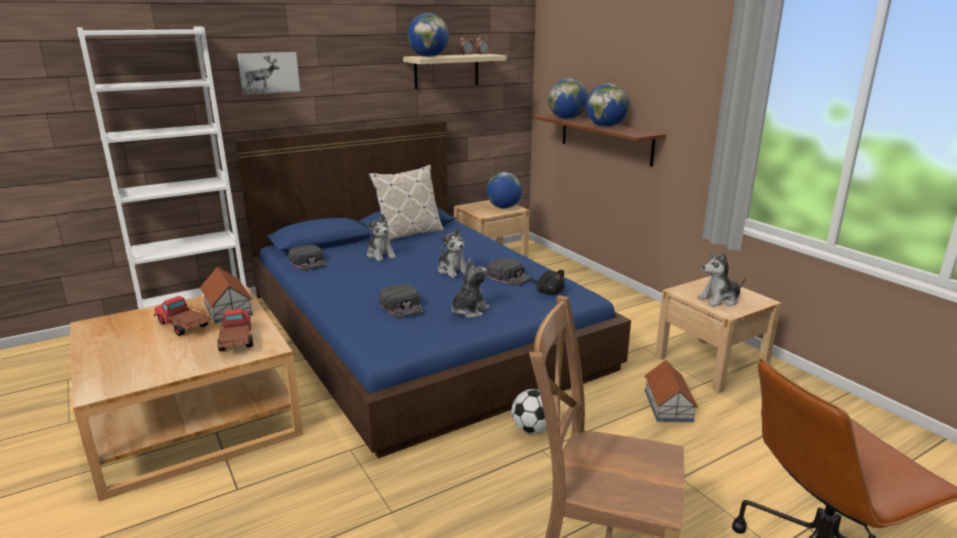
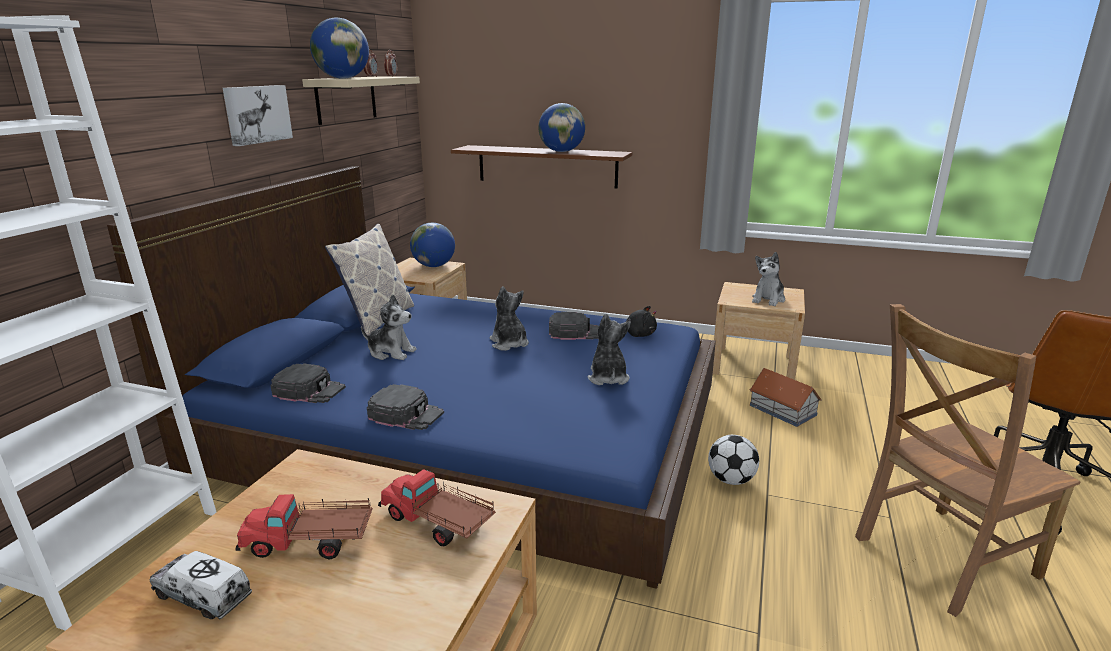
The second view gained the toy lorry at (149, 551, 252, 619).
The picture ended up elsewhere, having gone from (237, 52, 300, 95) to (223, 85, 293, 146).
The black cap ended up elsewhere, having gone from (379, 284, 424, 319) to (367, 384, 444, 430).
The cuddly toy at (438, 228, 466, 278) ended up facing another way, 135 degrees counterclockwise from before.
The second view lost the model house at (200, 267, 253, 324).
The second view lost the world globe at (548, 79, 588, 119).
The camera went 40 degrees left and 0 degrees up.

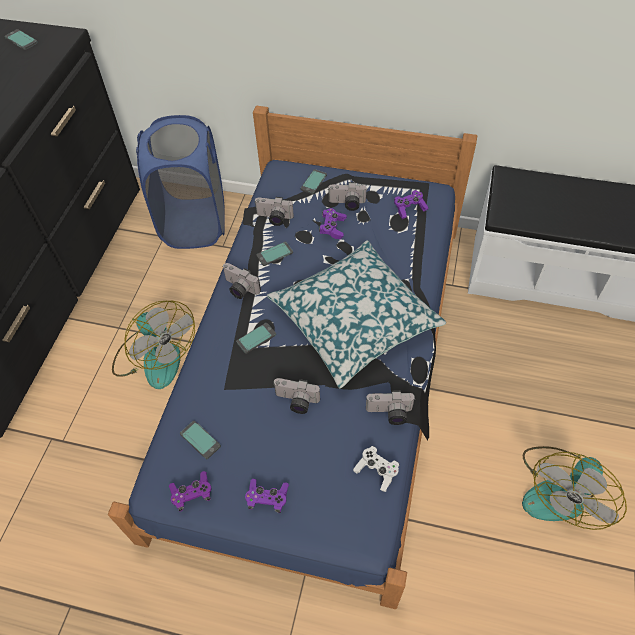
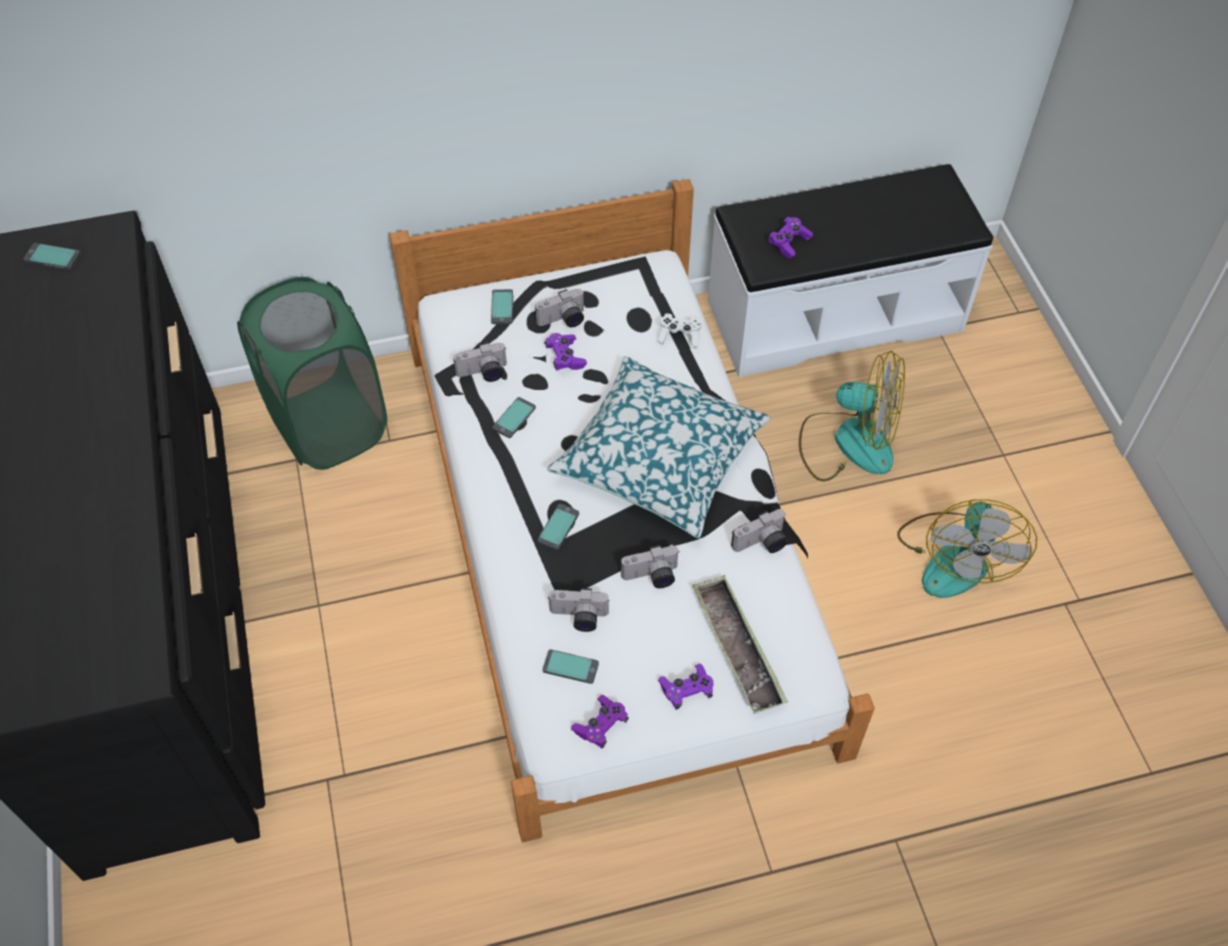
What was the bluish laundry basket at (136, 115, 225, 249) turned into the green laundry basket at (237, 277, 387, 470).
What was the bluish bedroom bed at (108, 105, 477, 609) turned into the whitish bedroom bed at (389, 179, 875, 842).
The still camera ended up elsewhere, having gone from (222, 263, 261, 299) to (548, 588, 610, 632).
The whitish game controller ended up elsewhere, having gone from (353, 446, 400, 492) to (658, 314, 702, 348).
The second view gained the serving tray at (692, 575, 788, 714).
The purplish game controller ended up elsewhere, having gone from (394, 190, 428, 219) to (768, 217, 813, 259).
The fan ended up elsewhere, having gone from (112, 301, 195, 389) to (799, 351, 905, 481).
The camera went 30 degrees left and 0 degrees up.

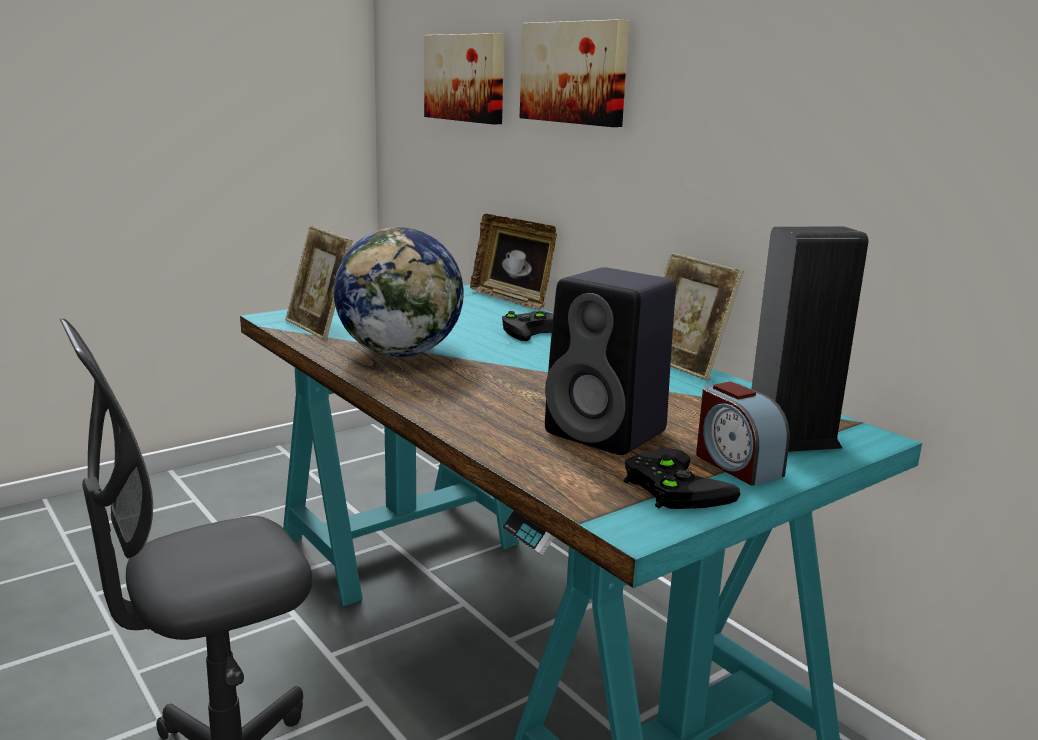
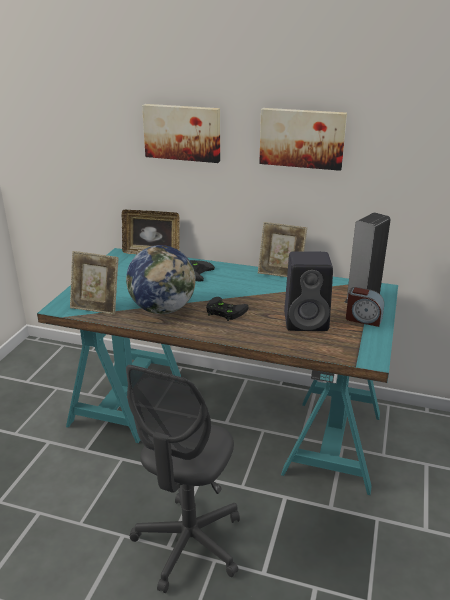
The black game controller ended up elsewhere, having gone from (624, 448, 741, 509) to (206, 297, 249, 321).
The picture ended up elsewhere, having gone from (424, 33, 504, 124) to (259, 108, 347, 171).
The camera went 35 degrees left and 10 degrees up.

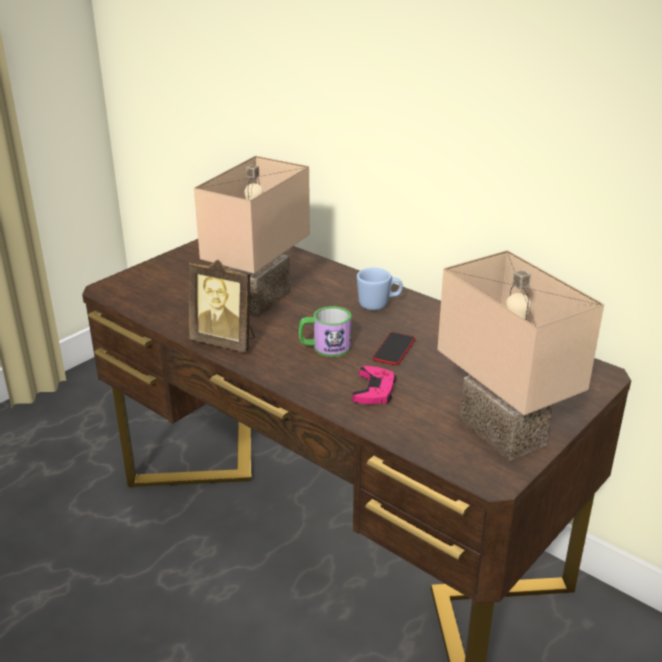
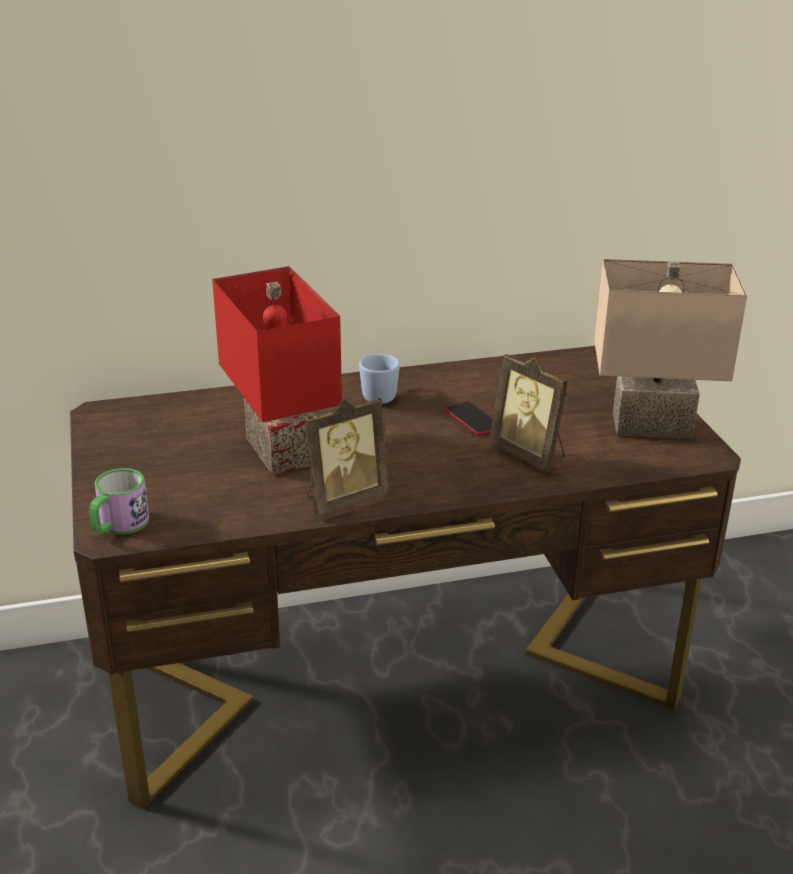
The coffee mug ended up elsewhere, having gone from (298, 306, 351, 357) to (89, 468, 149, 535).
What was the beige tabletop lamp at (194, 156, 310, 317) turned into the red-coloured tabletop lamp at (212, 266, 342, 475).
Where the pink-coloured game controller stood at (352, 366, 396, 404), the standing frame came to stand at (489, 354, 568, 472).
The camera went 55 degrees left and 0 degrees up.

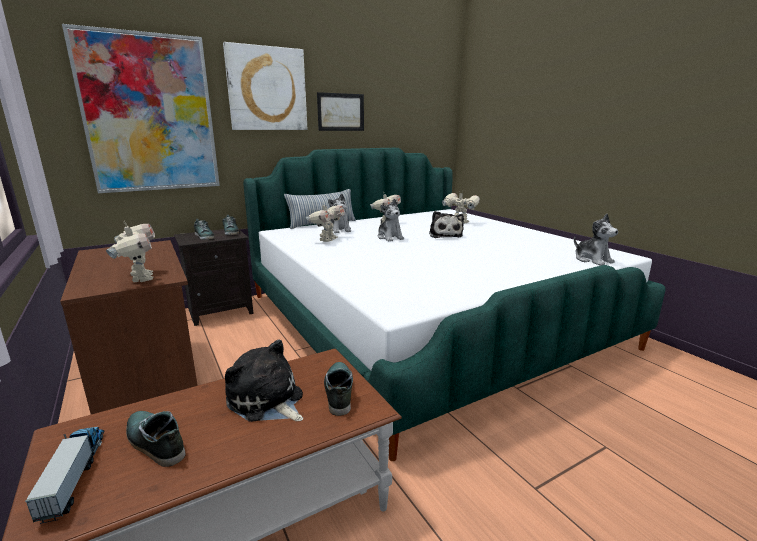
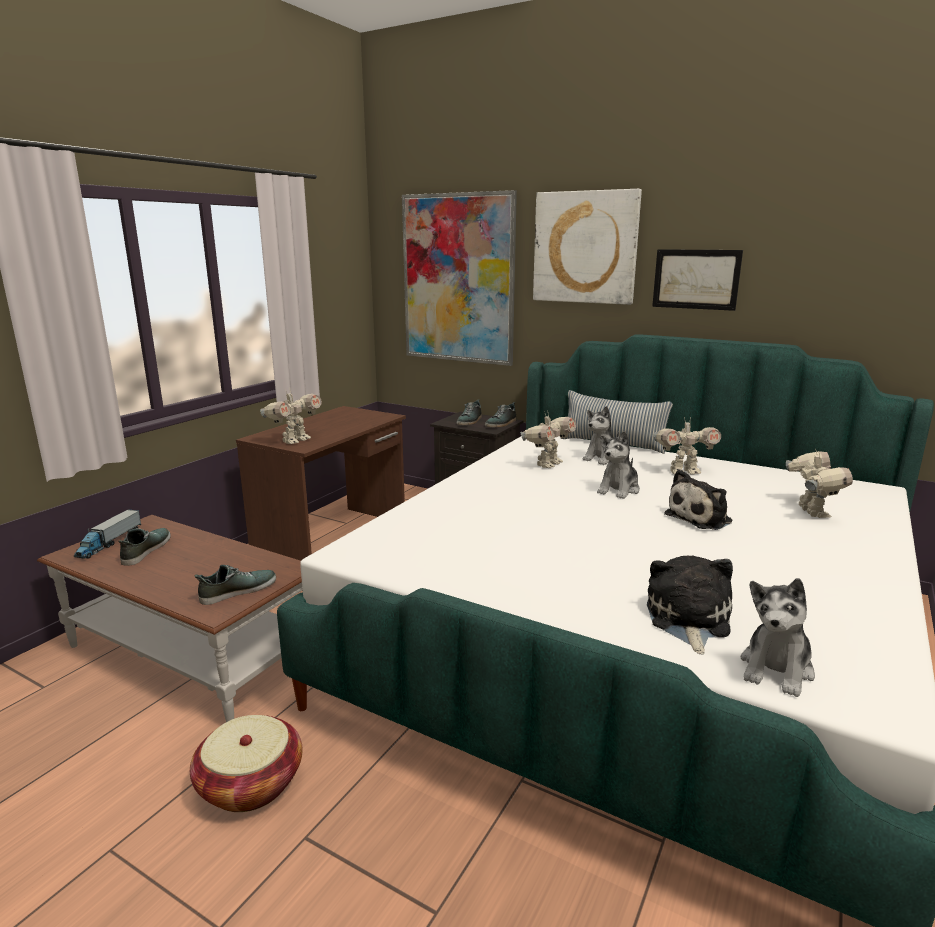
The toy lorry at (25, 427, 105, 524) ended up facing another way, 150 degrees clockwise from before.
The second view gained the basket at (190, 715, 303, 812).
The robot figure at (306, 202, 345, 242) ended up facing another way, 45 degrees counterclockwise from before.
The cuddly toy ended up elsewhere, having gone from (225, 339, 303, 422) to (647, 555, 733, 655).
The camera went 60 degrees right and 0 degrees up.

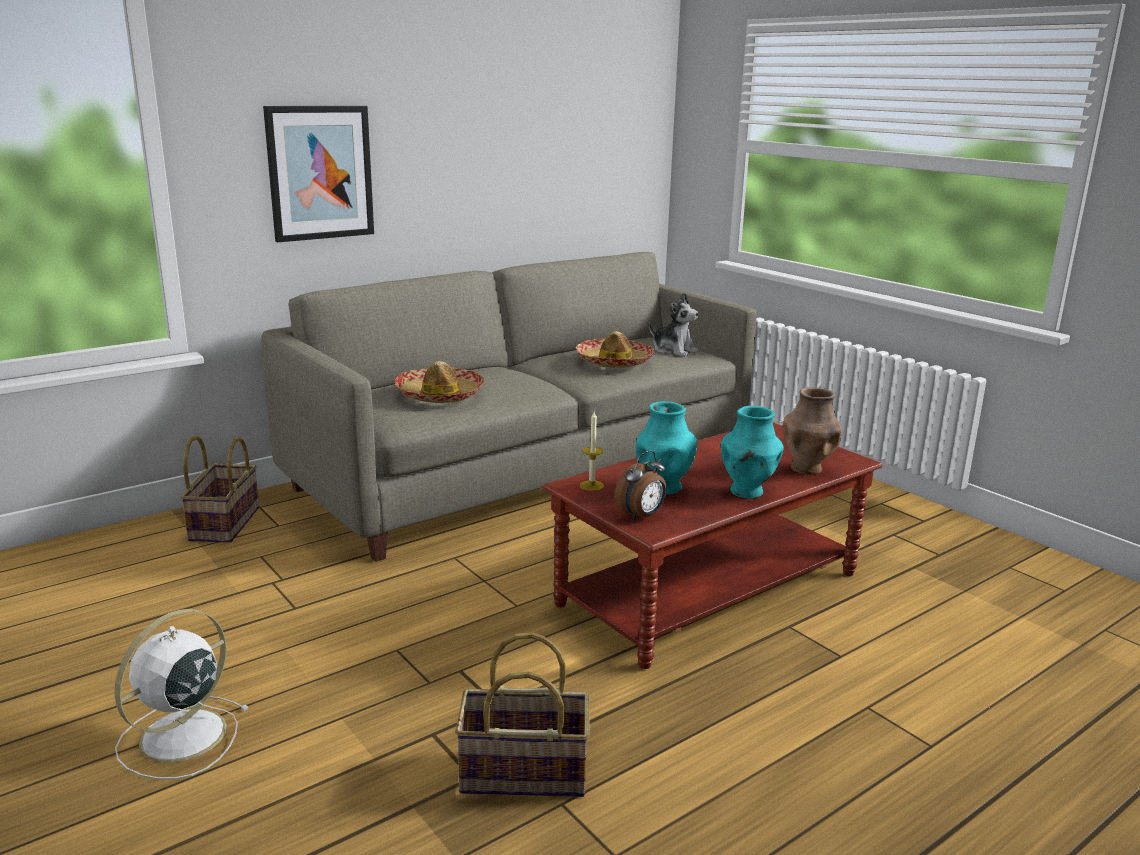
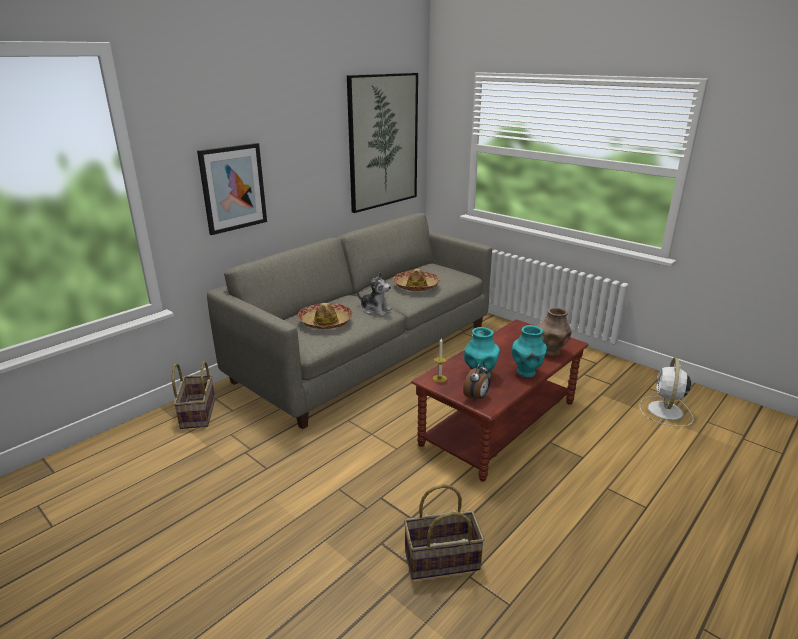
The second view gained the picture at (347, 73, 418, 213).
The cuddly toy ended up elsewhere, having gone from (649, 292, 699, 357) to (357, 272, 392, 316).
The whitish fan ended up elsewhere, having gone from (115, 609, 249, 779) to (640, 358, 694, 426).
The camera went 10 degrees left and 5 degrees up.

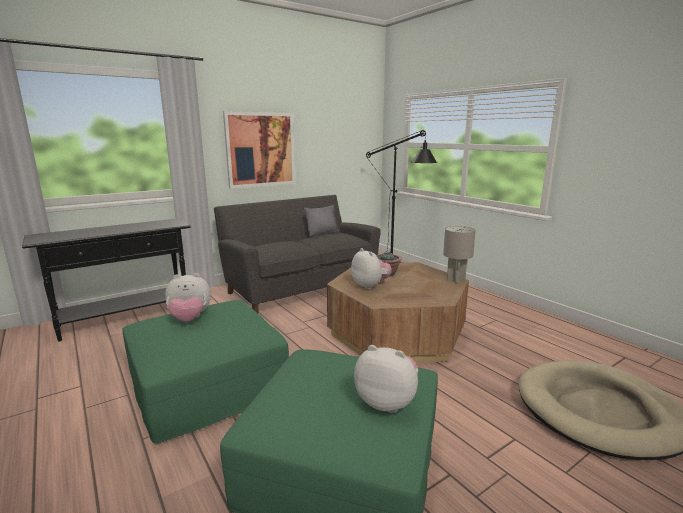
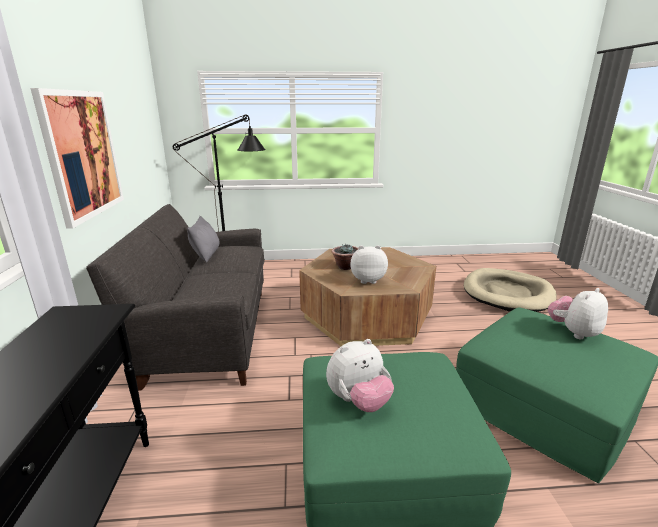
The cuddly toy at (165, 273, 211, 322) ended up facing another way, 45 degrees clockwise from before.
The second view lost the gray tabletop lamp at (443, 226, 476, 284).
The camera went 60 degrees left and 5 degrees up.

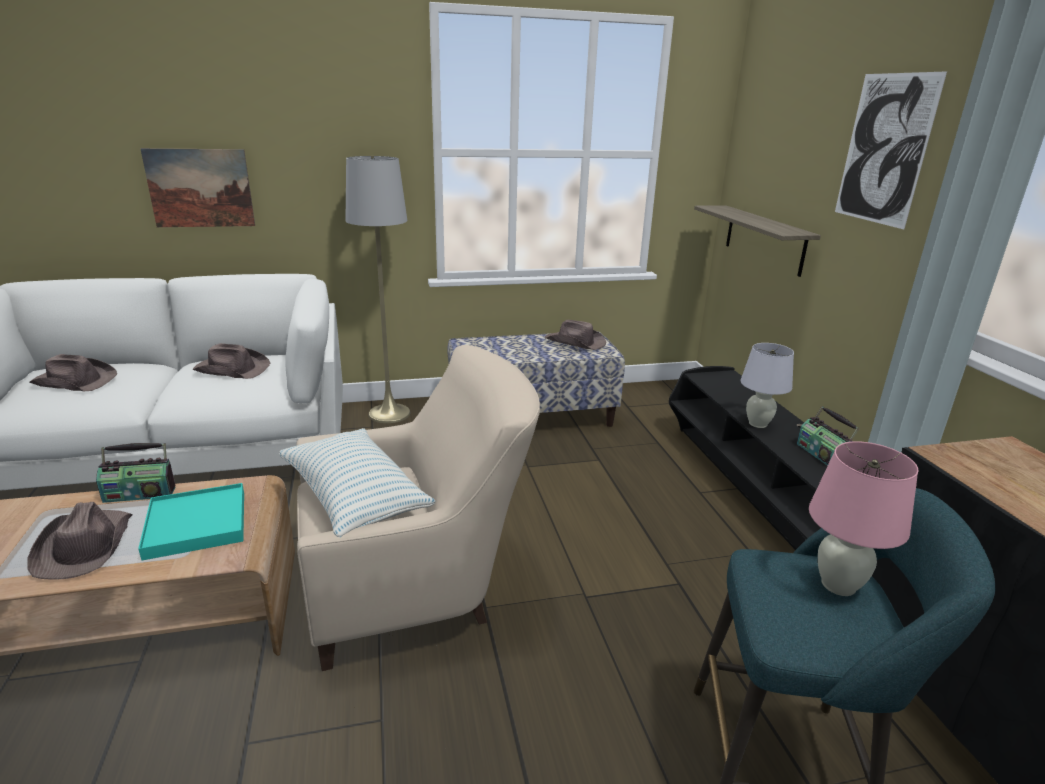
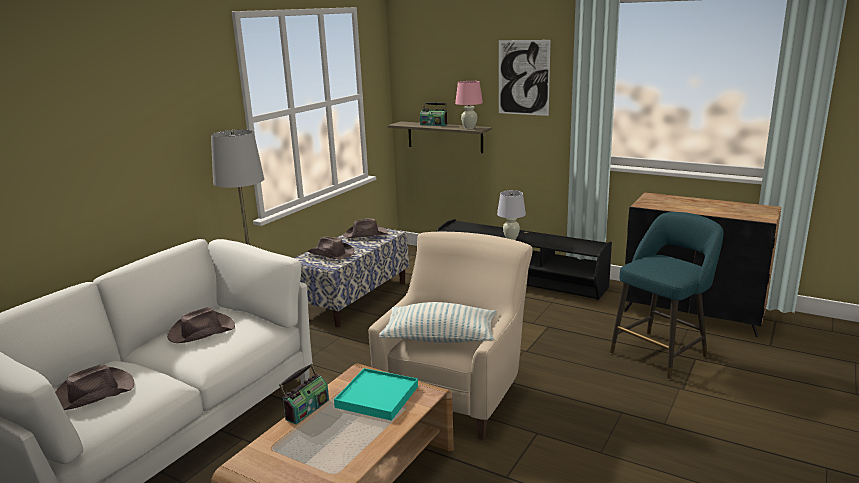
The brown-coloured hat ended up elsewhere, having gone from (27, 502, 133, 580) to (307, 236, 354, 260).
The radio receiver ended up elsewhere, having gone from (797, 406, 859, 466) to (420, 102, 447, 126).
The pink-coloured tabletop lamp ended up elsewhere, having gone from (809, 441, 919, 596) to (455, 81, 483, 129).
The second view lost the picture at (140, 148, 255, 227).
The camera went 45 degrees left and 5 degrees down.

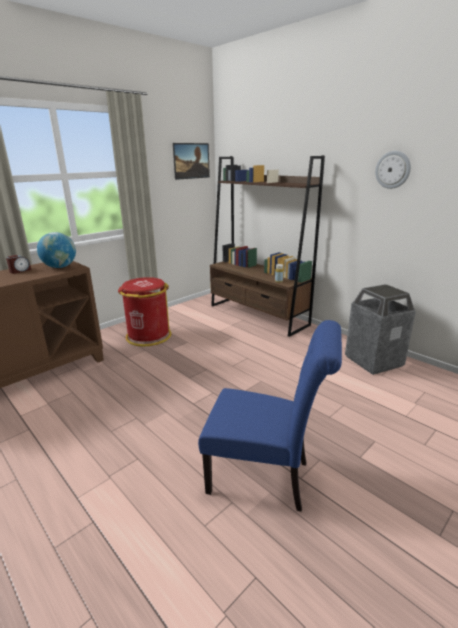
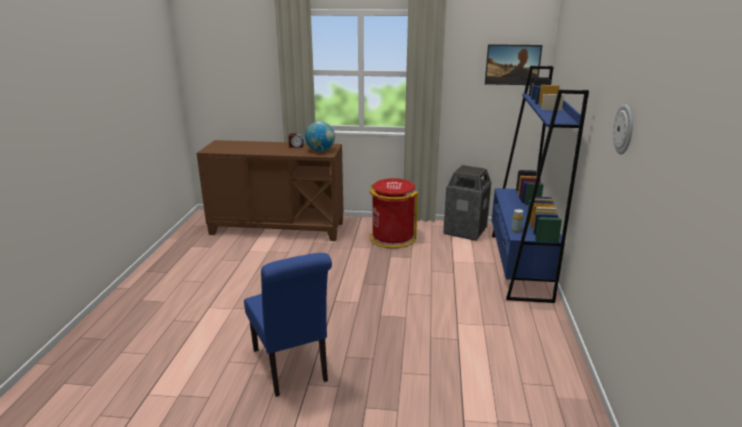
The rubbish bin ended up elsewhere, having gone from (345, 284, 416, 375) to (443, 165, 491, 241).
What was the brown-coloured bookcase at (210, 155, 325, 337) turned into the bluish bookcase at (492, 66, 589, 303).
The camera went 50 degrees right and 0 degrees up.

